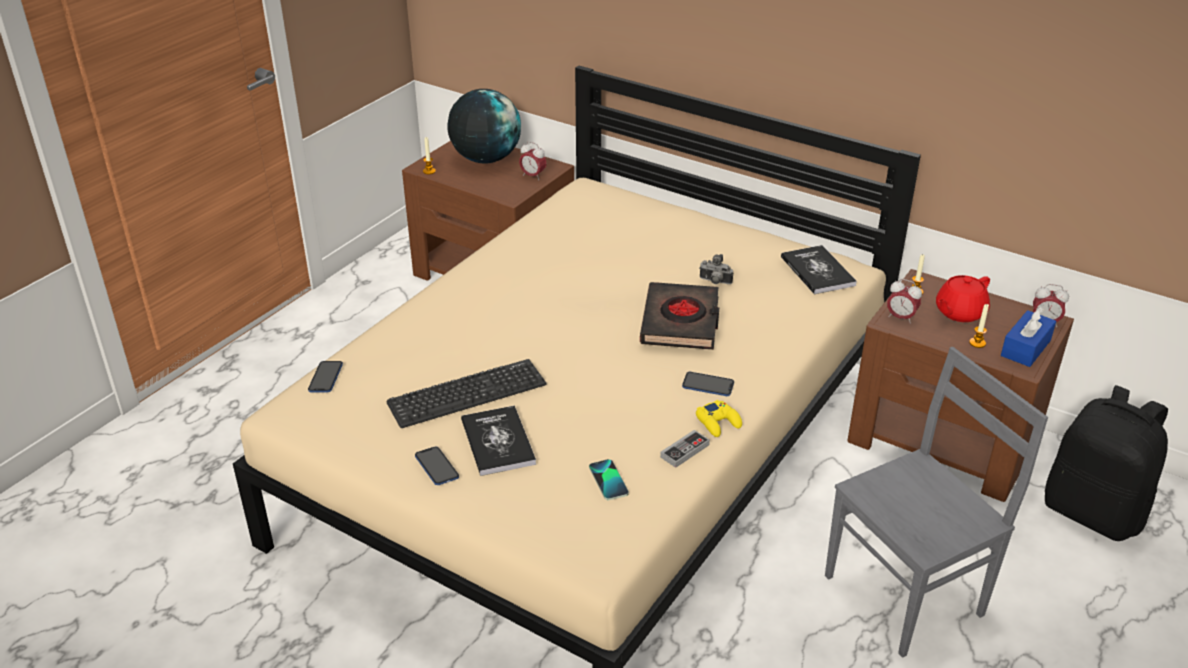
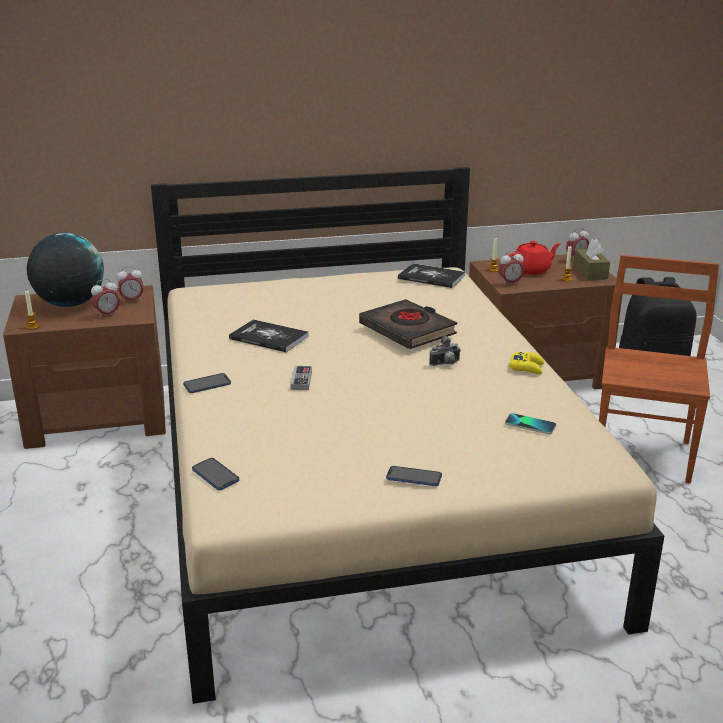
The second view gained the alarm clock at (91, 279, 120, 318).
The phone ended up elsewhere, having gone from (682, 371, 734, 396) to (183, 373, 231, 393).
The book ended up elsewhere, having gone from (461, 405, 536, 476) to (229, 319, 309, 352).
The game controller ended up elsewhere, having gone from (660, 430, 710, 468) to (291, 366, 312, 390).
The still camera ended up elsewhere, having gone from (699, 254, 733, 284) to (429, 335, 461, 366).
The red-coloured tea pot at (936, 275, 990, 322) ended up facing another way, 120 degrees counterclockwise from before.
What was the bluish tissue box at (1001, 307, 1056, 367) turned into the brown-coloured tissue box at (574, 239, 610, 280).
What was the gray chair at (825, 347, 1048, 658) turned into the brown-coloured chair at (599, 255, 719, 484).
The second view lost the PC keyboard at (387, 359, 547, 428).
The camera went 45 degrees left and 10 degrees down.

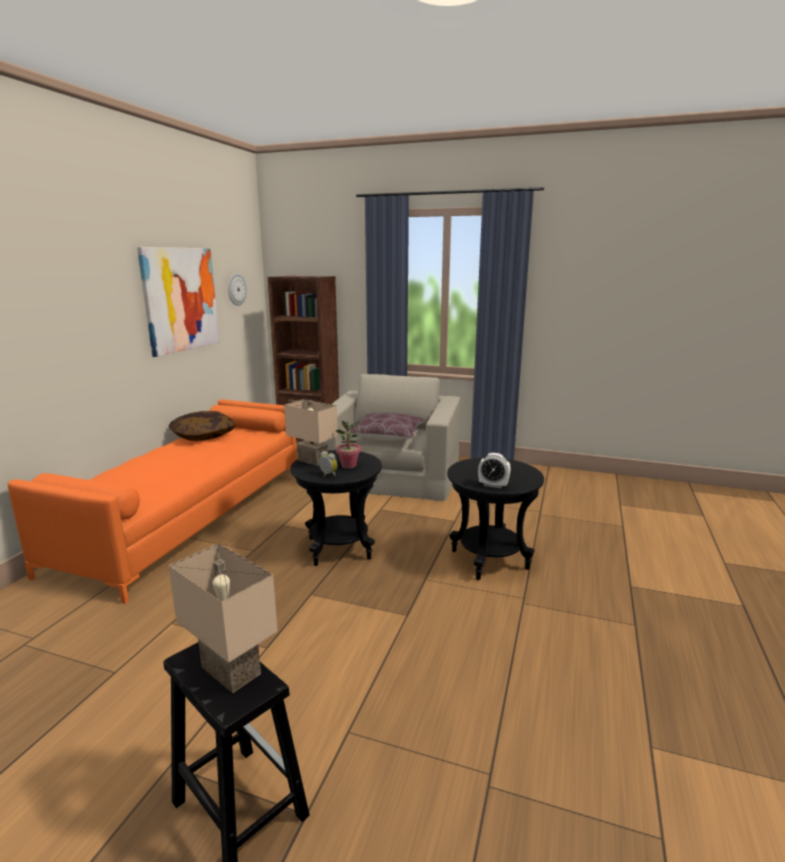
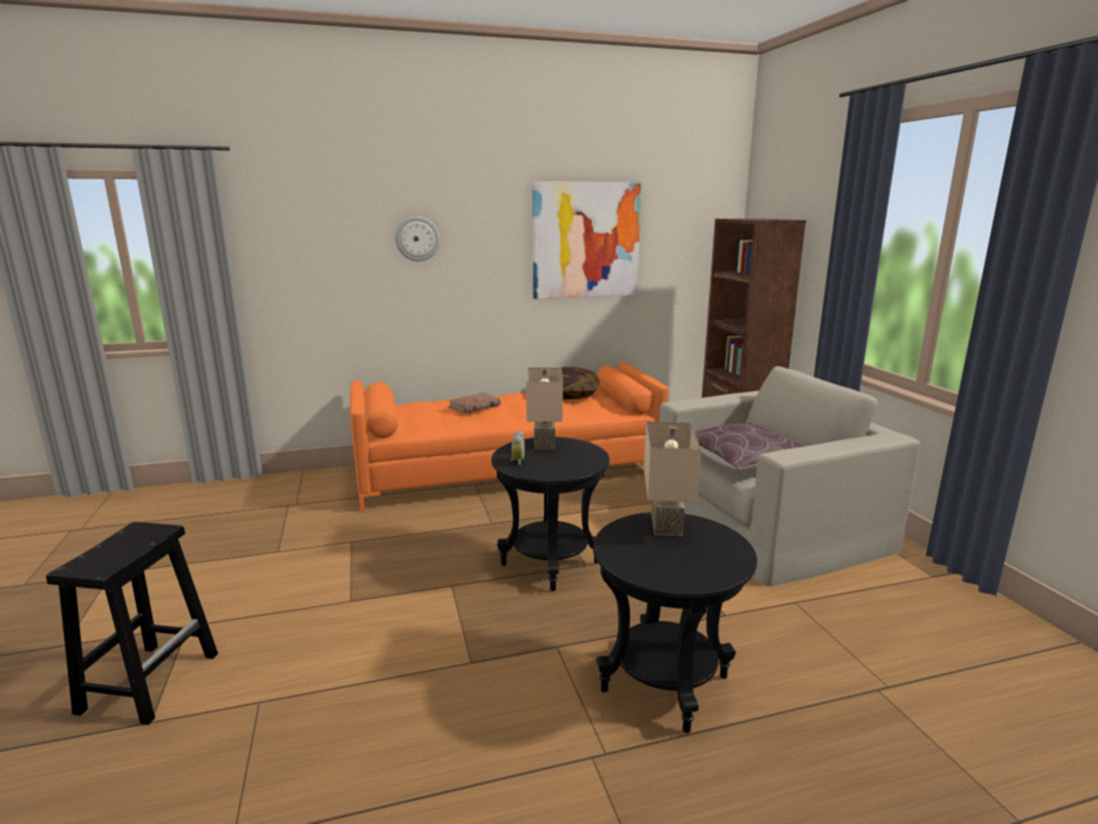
The wall clock ended up elsewhere, having gone from (228, 273, 247, 306) to (395, 216, 440, 261).
The second view gained the brown-coloured book at (448, 393, 501, 414).
The beige tabletop lamp ended up elsewhere, having gone from (168, 543, 278, 693) to (644, 422, 701, 536).
The second view lost the potted plant at (336, 421, 361, 469).
The second view lost the alarm clock at (478, 453, 511, 489).
The camera went 55 degrees right and 0 degrees up.

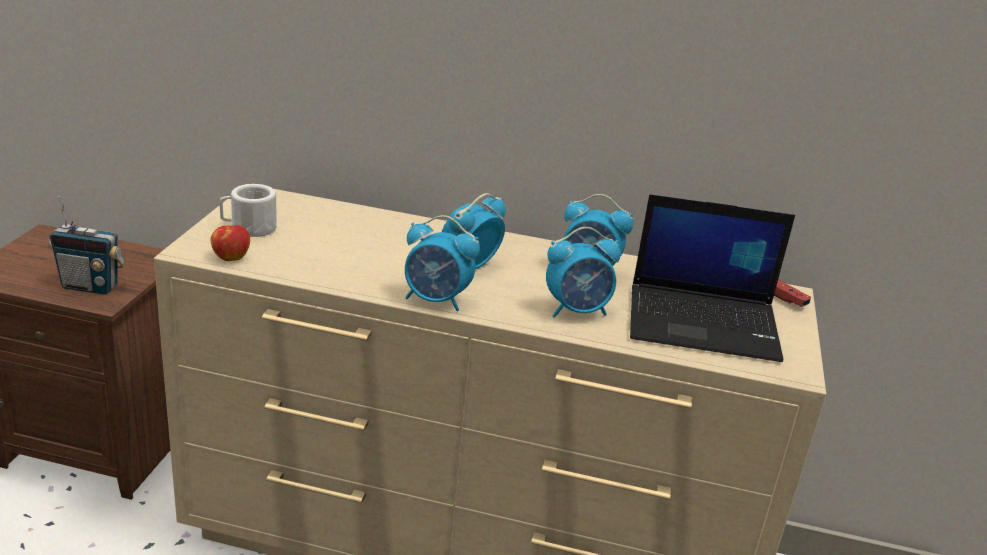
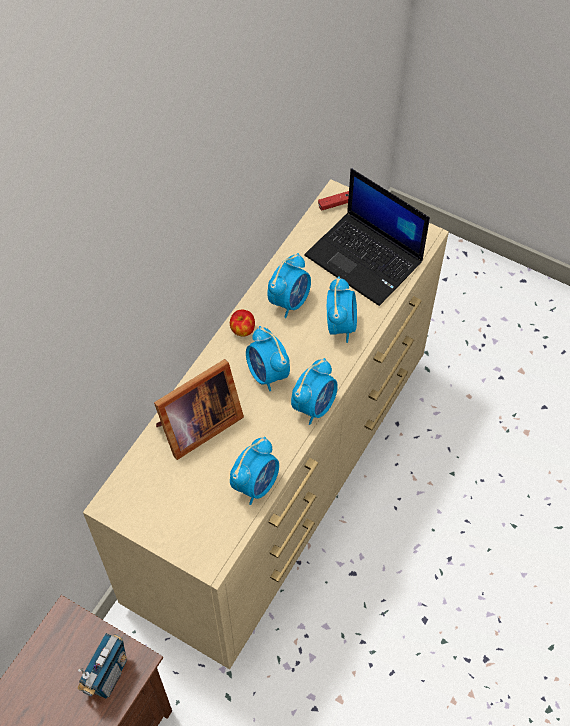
The second view gained the standing frame at (154, 359, 244, 460).
The apple ended up elsewhere, having gone from (211, 225, 250, 261) to (230, 310, 255, 337).
The second view gained the alarm clock at (230, 437, 279, 505).
The notebook computer at (630, 194, 795, 362) ended up facing another way, 105 degrees clockwise from before.
The second view lost the whitish coffee mug at (220, 184, 277, 237).
The camera went 70 degrees left and 30 degrees up.

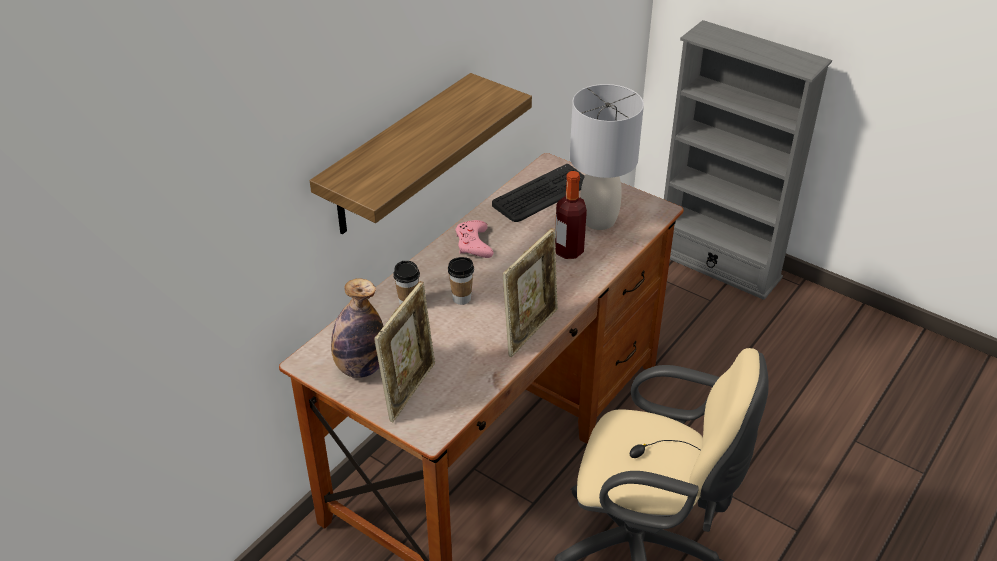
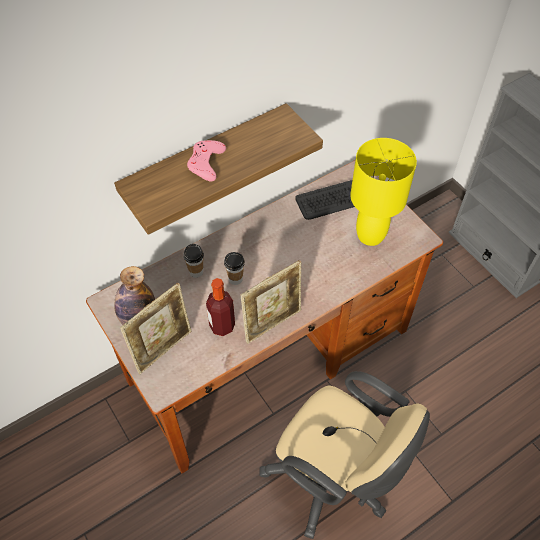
The pink-coloured game controller ended up elsewhere, having gone from (456, 220, 493, 258) to (187, 140, 226, 182).
The bottle ended up elsewhere, having gone from (555, 171, 587, 259) to (206, 278, 235, 336).
What was the gray tabletop lamp at (570, 84, 644, 230) turned into the yellow-coloured tabletop lamp at (350, 138, 417, 246).
The camera went 20 degrees right and 15 degrees up.

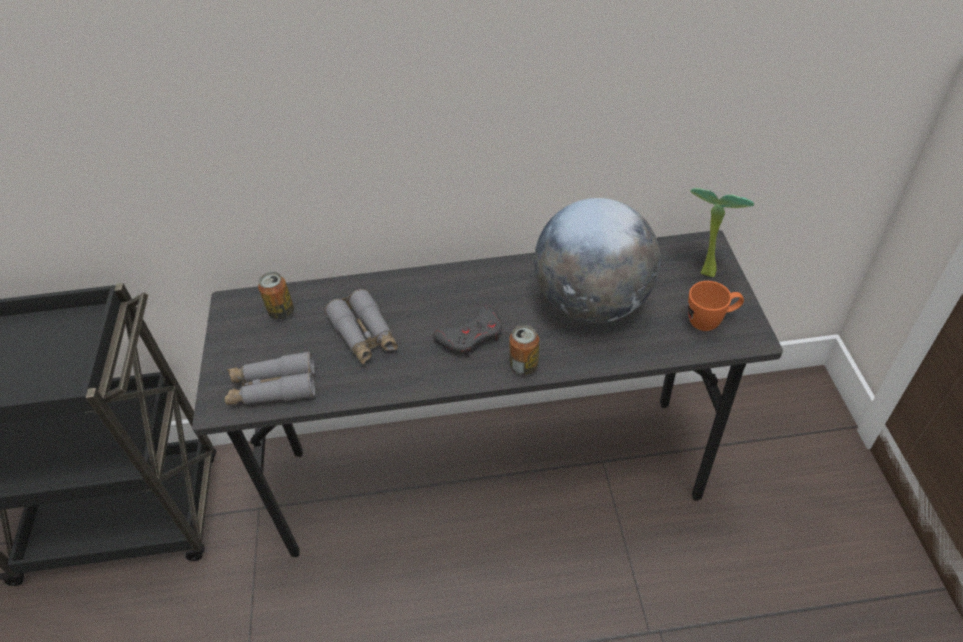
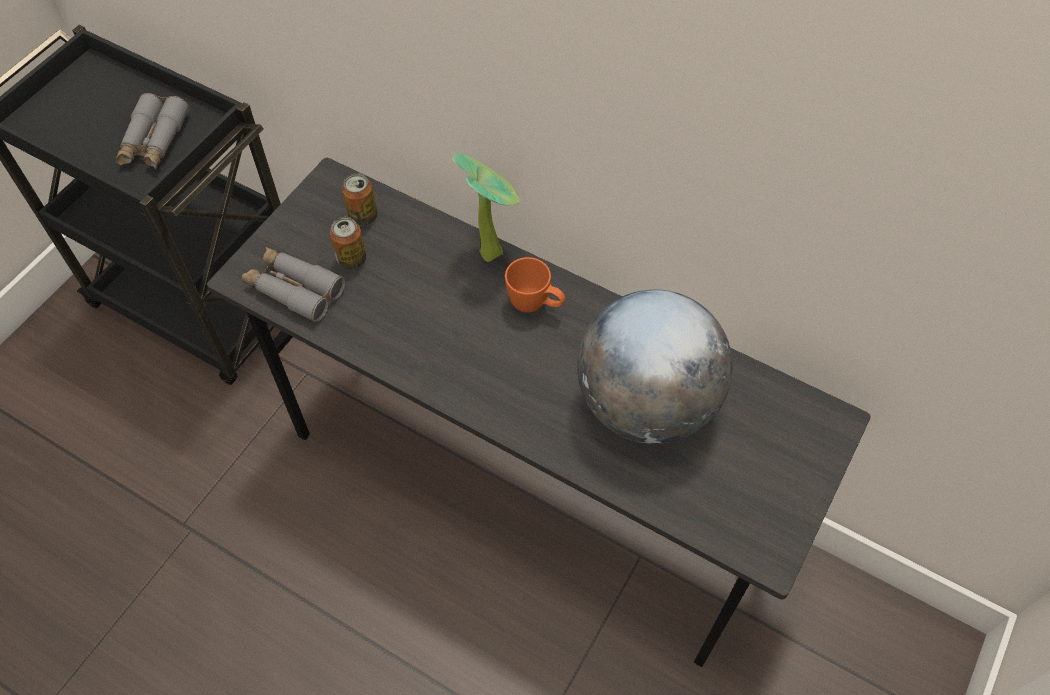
The gray binoculars ended up elsewhere, having gone from (325, 289, 398, 364) to (115, 93, 190, 169).
The can ended up elsewhere, having gone from (509, 325, 539, 376) to (330, 217, 366, 269).
The potted plant ended up elsewhere, having gone from (690, 188, 754, 277) to (452, 153, 520, 262).
The orange-coloured coffee mug ended up elsewhere, having gone from (688, 281, 744, 331) to (505, 257, 565, 313).
The second view lost the gray game controller at (433, 305, 502, 357).
The camera went 35 degrees right and 10 degrees up.

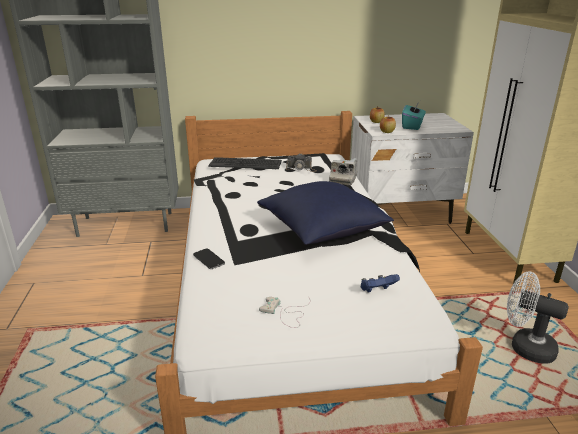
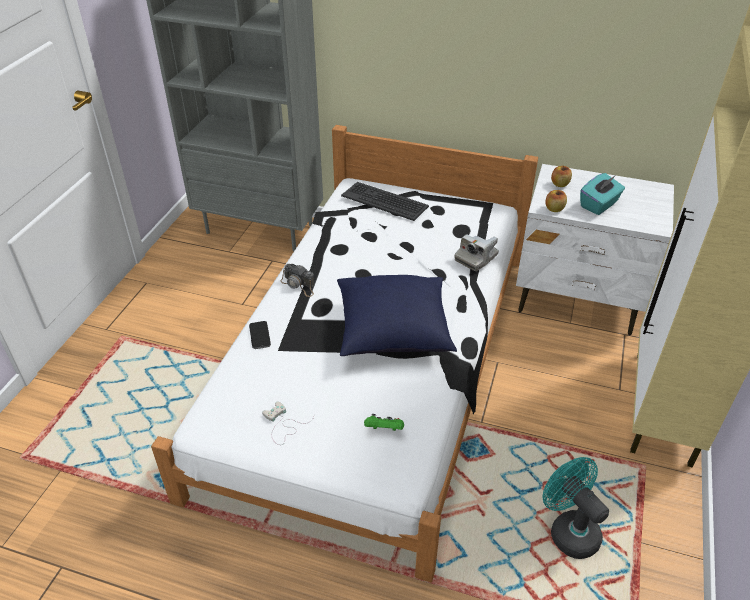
The still camera ended up elsewhere, having gone from (286, 154, 317, 172) to (280, 264, 315, 297).
What was the bluish game controller at (360, 274, 400, 293) turned into the green game controller at (364, 414, 404, 431).
What was the whitish fan at (507, 271, 569, 364) turned into the turquoise fan at (542, 457, 609, 559).
The camera went 25 degrees right and 15 degrees up.

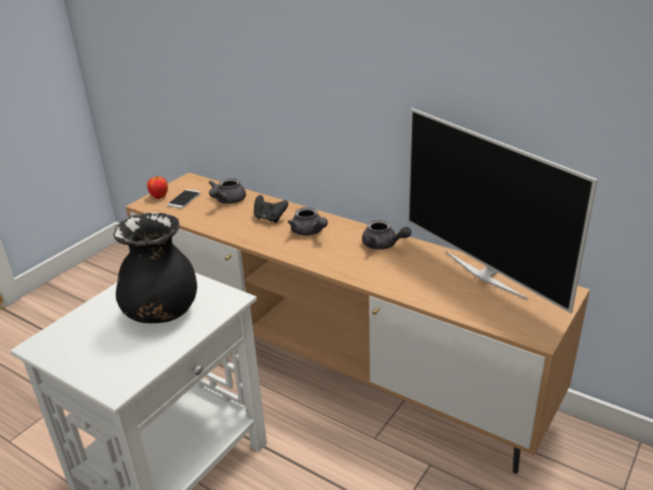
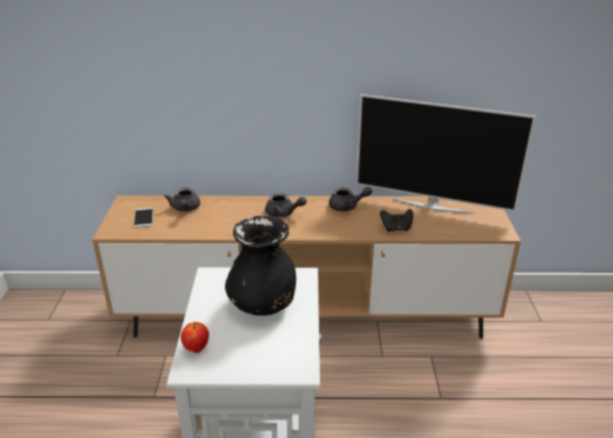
The apple ended up elsewhere, having gone from (147, 177, 168, 199) to (181, 322, 209, 353).
The black game controller ended up elsewhere, having gone from (254, 195, 288, 223) to (380, 209, 413, 232).
The camera went 35 degrees left and 0 degrees up.

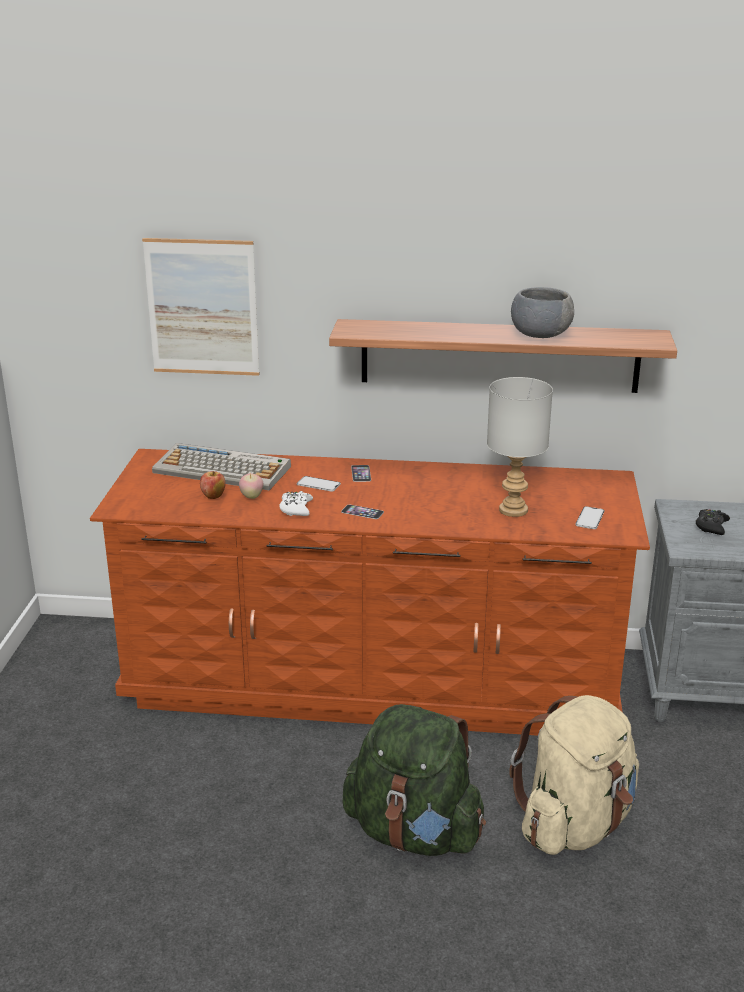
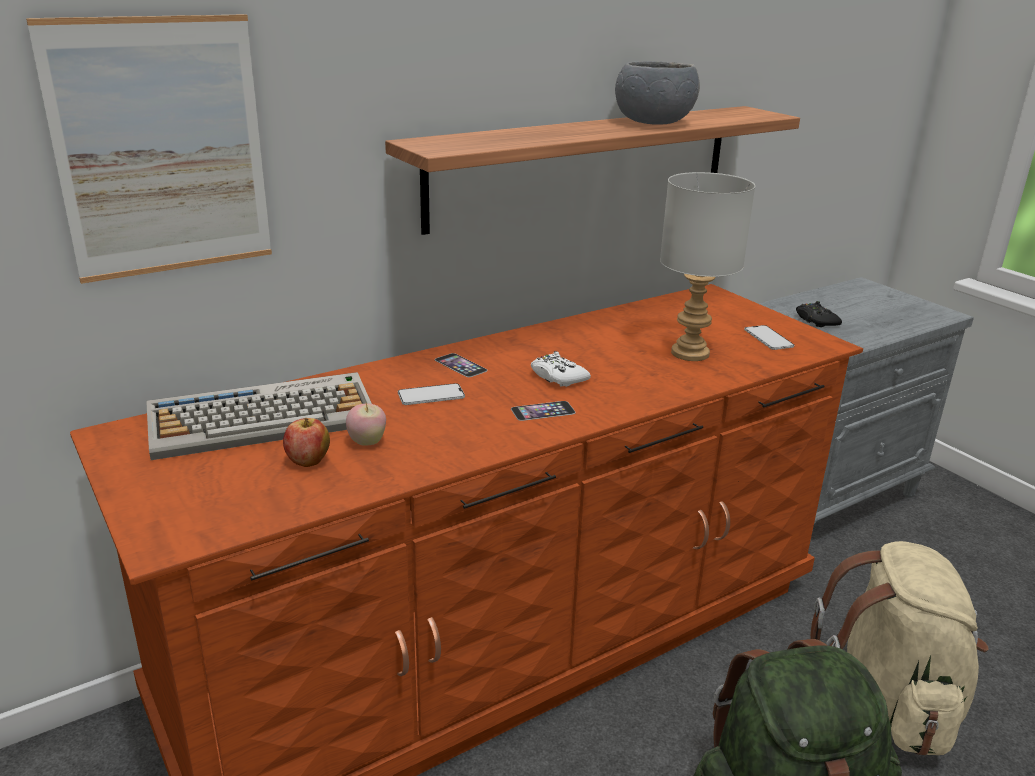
The whitish game controller ended up elsewhere, having gone from (279, 491, 313, 516) to (531, 351, 591, 387).
The camera went 40 degrees left and 0 degrees up.

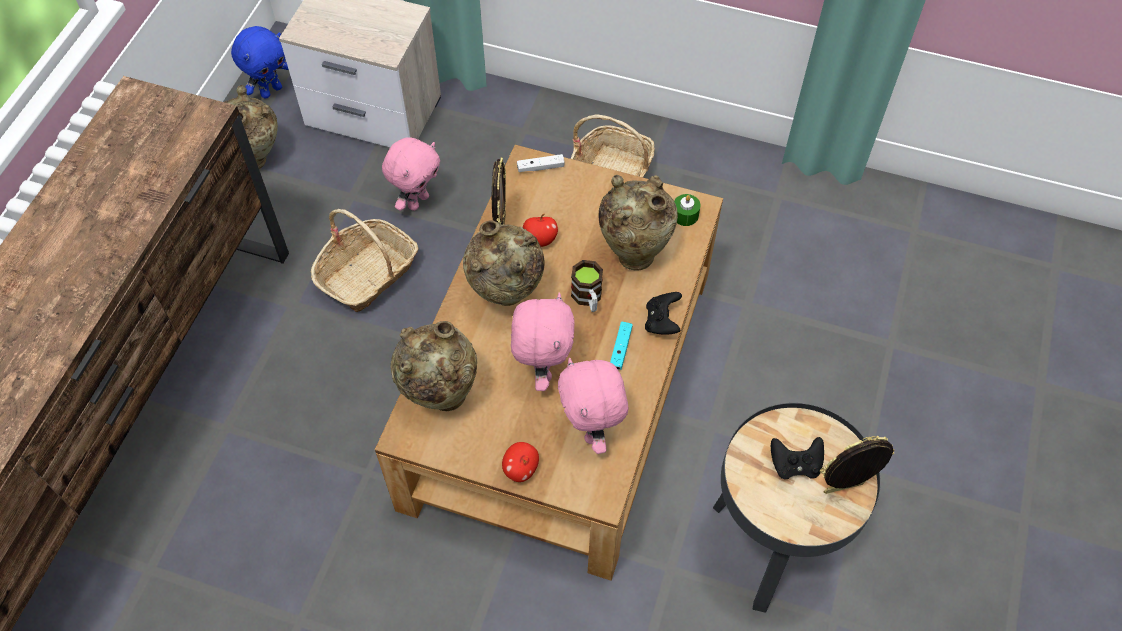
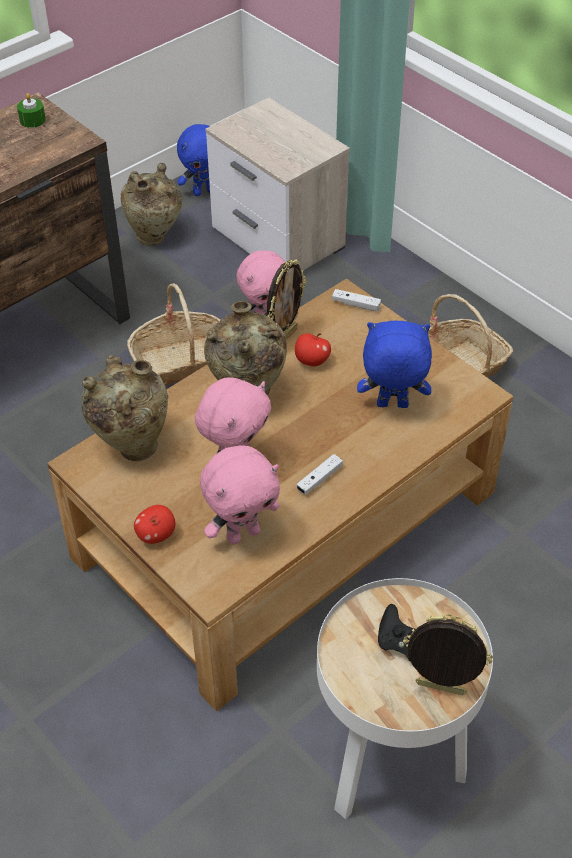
The green wax candle ended up elsewhere, having gone from (674, 194, 700, 226) to (17, 93, 46, 128).
The pink-coloured cuddly toy at (558, 358, 628, 454) ended up facing another way, 135 degrees counterclockwise from before.
What was the turquoise game controller at (610, 322, 633, 370) turned into the whitish game controller at (296, 454, 343, 495).
What was the black accent table at (713, 403, 881, 613) turned into the whitish accent table at (317, 578, 493, 819).
Where the beige decorative vase stood at (598, 175, 678, 271), the bluish cuddly toy came to stand at (357, 321, 432, 408).
The second view lost the coffee mug at (571, 260, 603, 312).
The second view lost the black game controller at (645, 292, 682, 335).
The camera went 30 degrees right and 10 degrees down.

